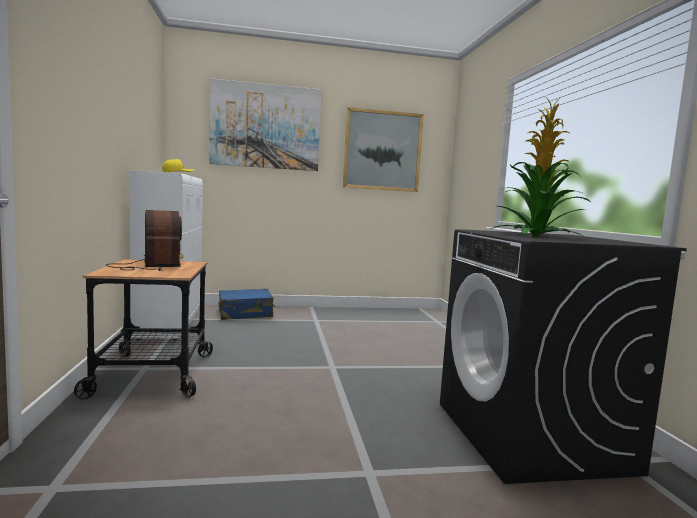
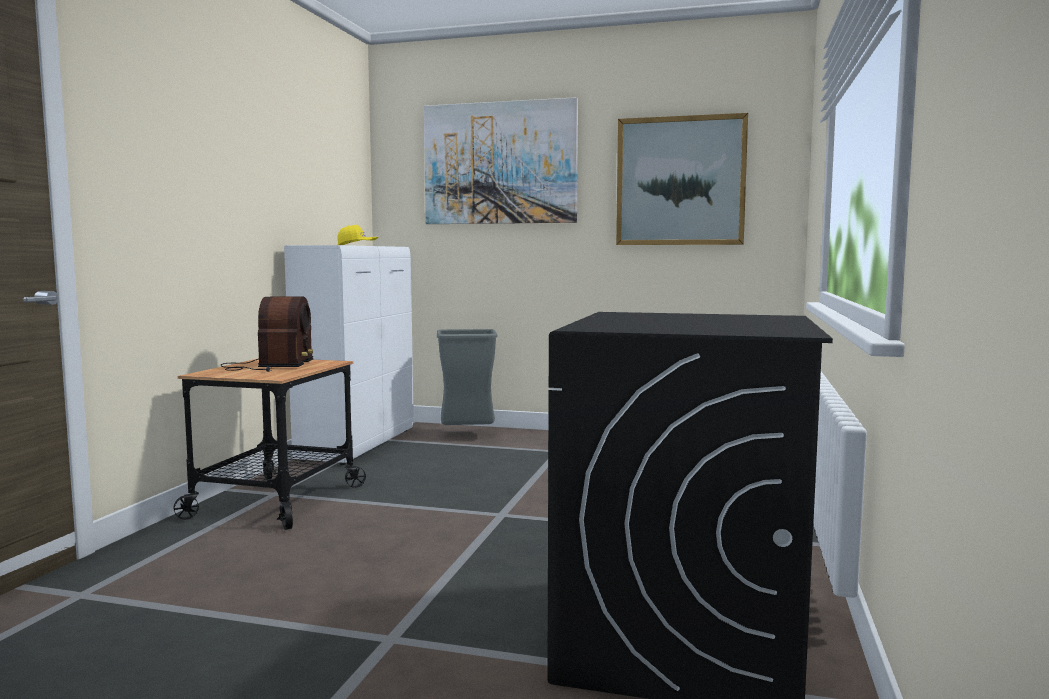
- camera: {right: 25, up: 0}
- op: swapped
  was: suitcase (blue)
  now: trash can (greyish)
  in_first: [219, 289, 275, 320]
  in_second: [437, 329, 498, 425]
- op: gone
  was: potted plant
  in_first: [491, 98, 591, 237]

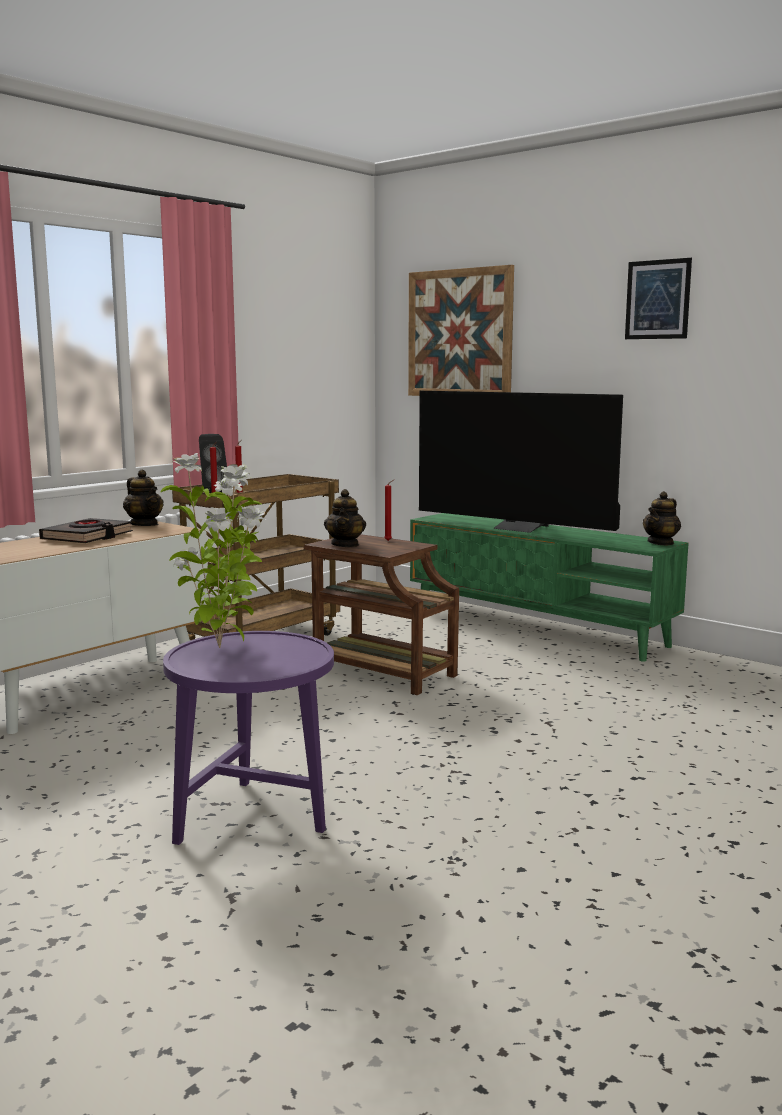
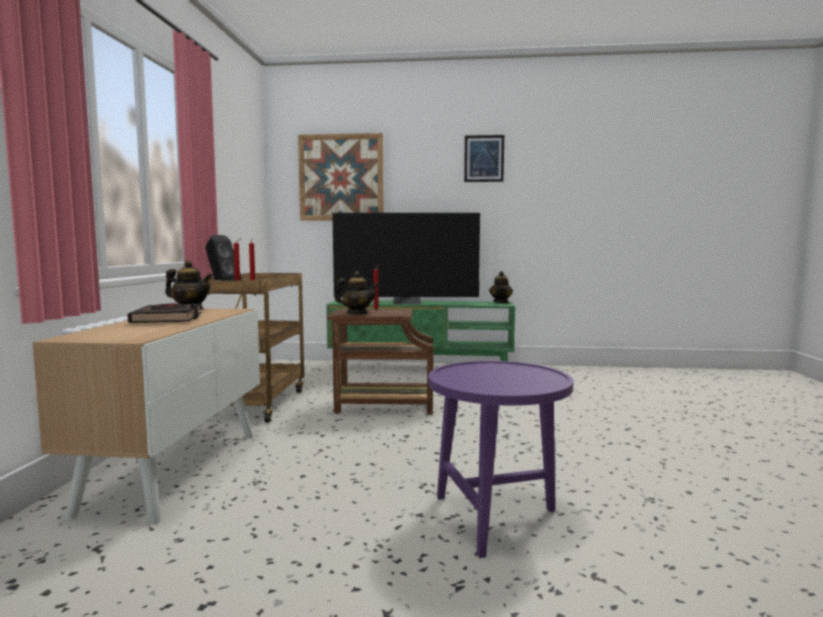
- camera: {right: -35, up: -5}
- op: rotated
  was: tea pot
  in_first: [324, 489, 366, 547]
  in_second: [335, 271, 379, 314]
  clockwise: -45
- op: gone
  was: potted plant
  in_first: [161, 453, 266, 648]

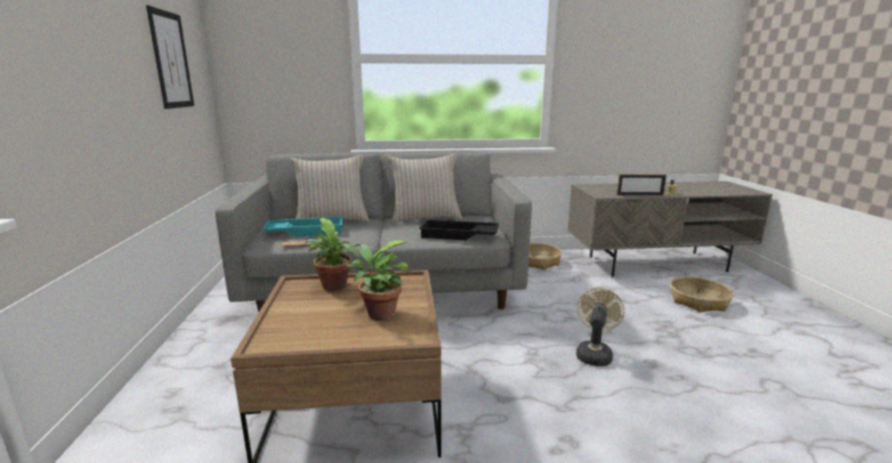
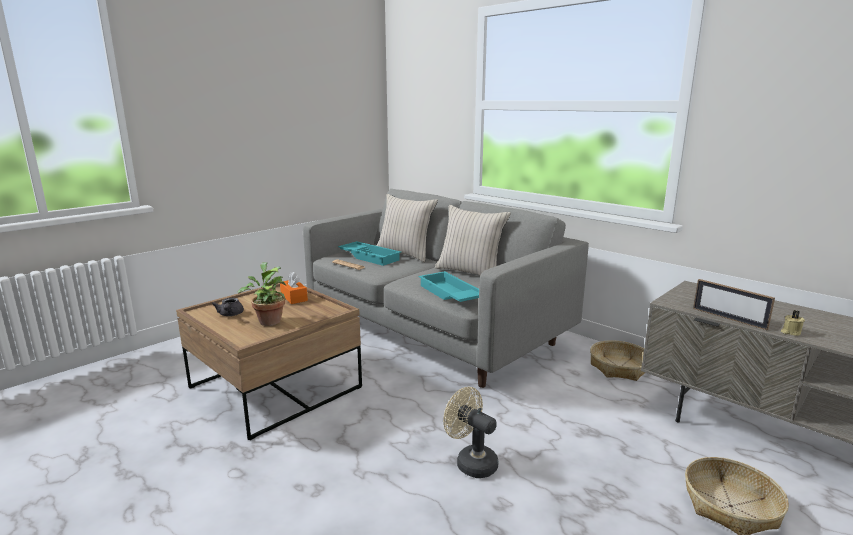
- camera: {right: 50, up: 0}
- op: new
  now: tea pot (greyish)
  in_second: [212, 298, 244, 316]
- op: swapped
  was: potted plant
  now: box of tissues (orange-coloured)
  in_first: [305, 218, 361, 291]
  in_second: [280, 272, 308, 304]
- op: repainted
  was: carrying tray (black)
  now: carrying tray (turquoise-coloured)
  in_first: [419, 219, 499, 240]
  in_second: [419, 271, 479, 302]
- op: rotated
  was: cooling fan (beige)
  in_first: [576, 288, 625, 366]
  in_second: [443, 387, 498, 478]
  clockwise: -120
- op: gone
  was: picture
  in_first: [146, 5, 194, 109]

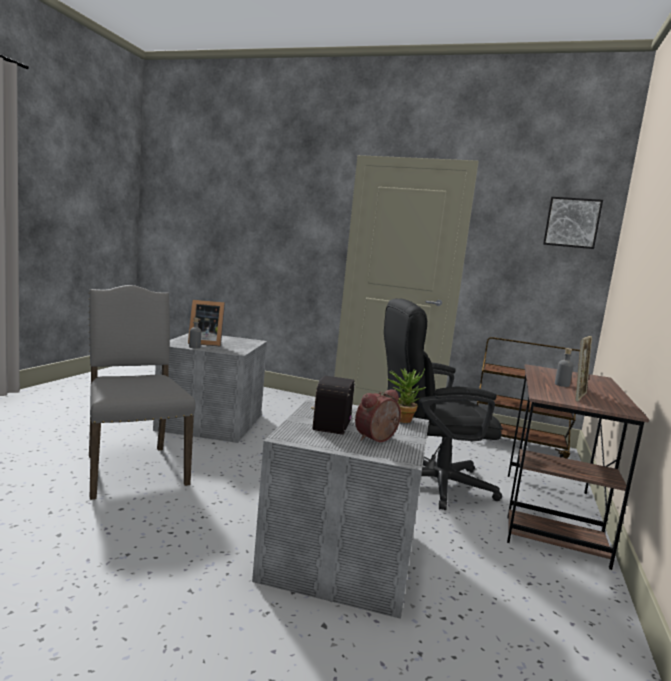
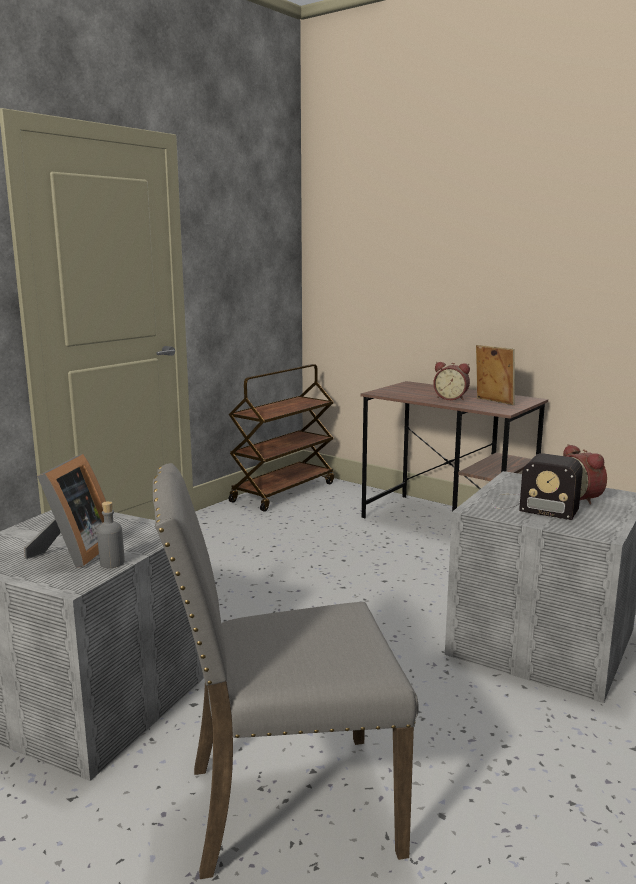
- camera: {right: -70, up: 5}
- op: swapped
  was: bottle (greyish)
  now: bedside clock
  in_first: [555, 348, 573, 387]
  in_second: [433, 362, 470, 401]
- op: gone
  was: office chair (black)
  in_first: [384, 298, 503, 510]
- op: gone
  was: potted plant
  in_first: [388, 368, 426, 423]
- op: gone
  was: picture
  in_first: [543, 197, 603, 249]

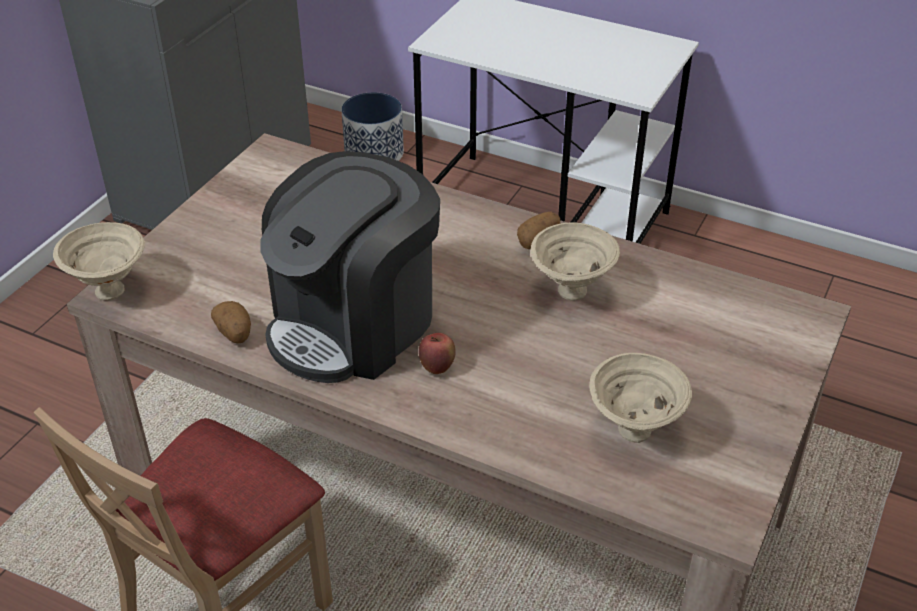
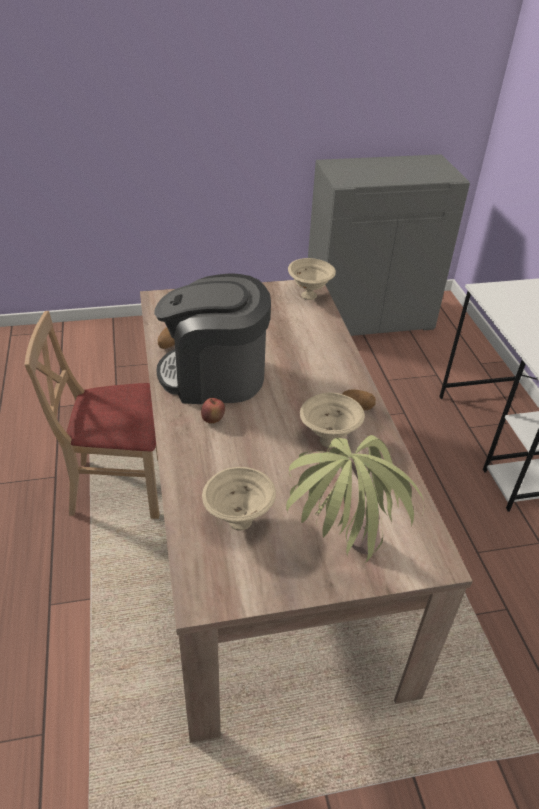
- camera: {right: 50, up: 0}
- op: new
  now: potted plant
  in_second: [286, 435, 424, 564]
- op: shifted
  was: deep dish (beige)
  in_first: [53, 222, 145, 301]
  in_second: [288, 258, 336, 300]
- op: gone
  was: planter
  in_first: [341, 92, 404, 161]

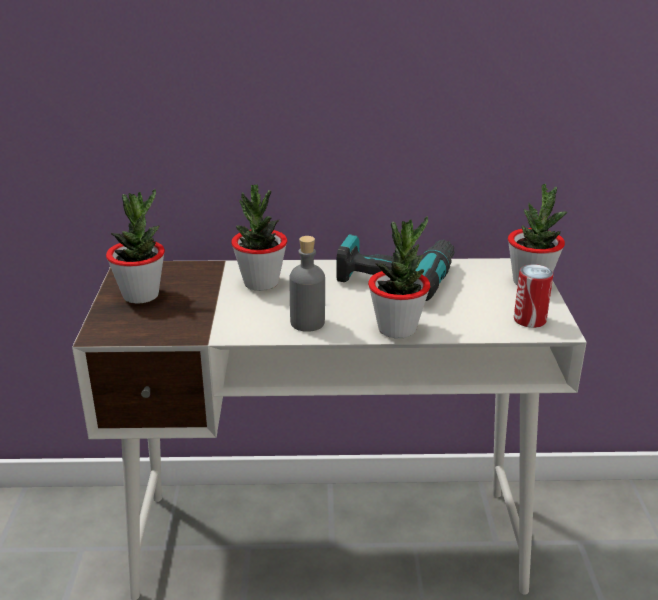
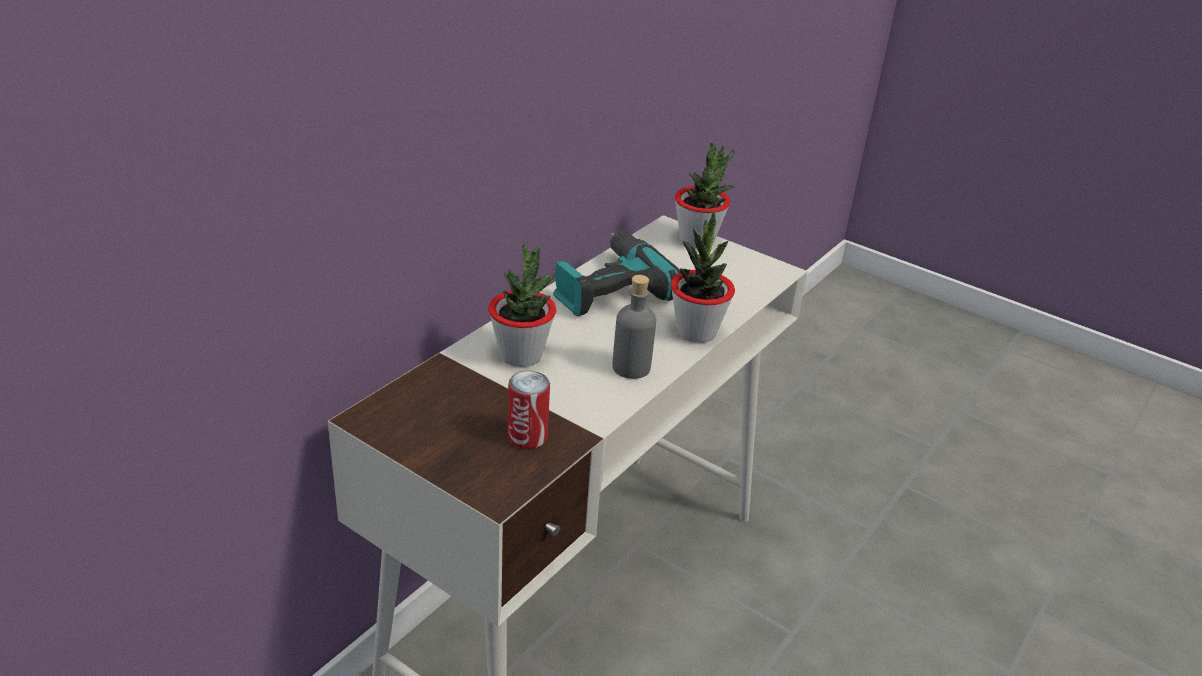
- camera: {right: -55, up: 5}
- op: shifted
  was: sealed can
  in_first: [514, 264, 554, 328]
  in_second: [507, 371, 550, 449]
- op: gone
  was: potted plant
  in_first: [106, 189, 165, 304]

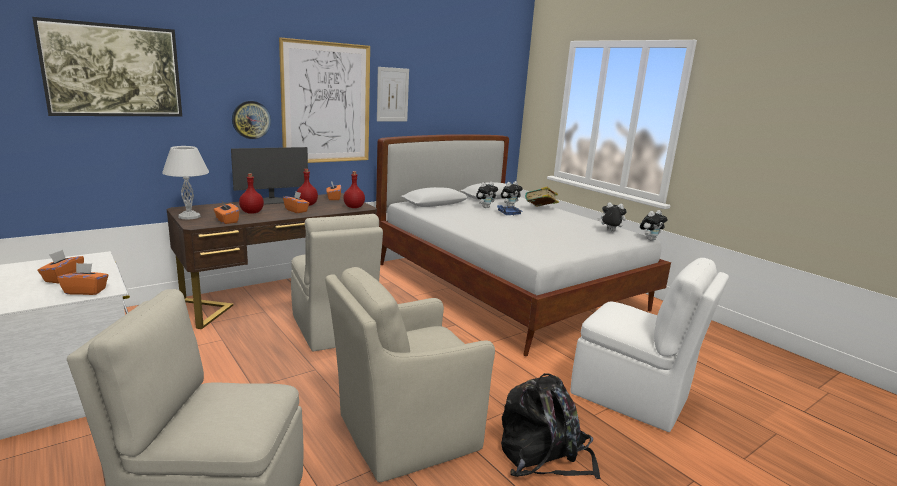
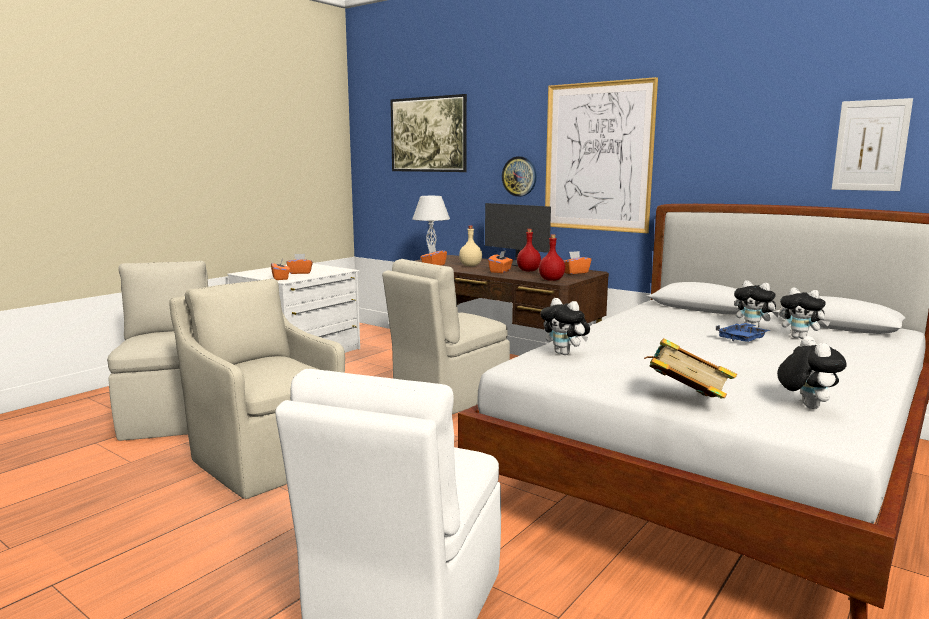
- camera: {right: 75, up: -5}
- op: repainted
  was: bottle (red-coloured)
  now: bottle (beige)
  in_first: [239, 174, 264, 214]
  in_second: [459, 226, 482, 266]
- op: shifted
  was: soft toy
  in_first: [640, 210, 668, 241]
  in_second: [540, 298, 590, 355]
- op: shifted
  was: volume
  in_first: [525, 187, 559, 207]
  in_second: [644, 338, 737, 398]
- op: shifted
  was: picture
  in_first: [377, 67, 409, 121]
  in_second: [832, 98, 913, 191]
- op: gone
  was: backpack (black)
  in_first: [501, 373, 601, 479]

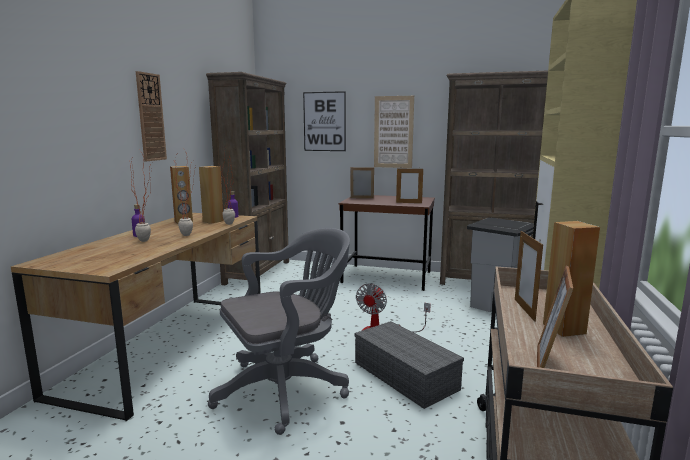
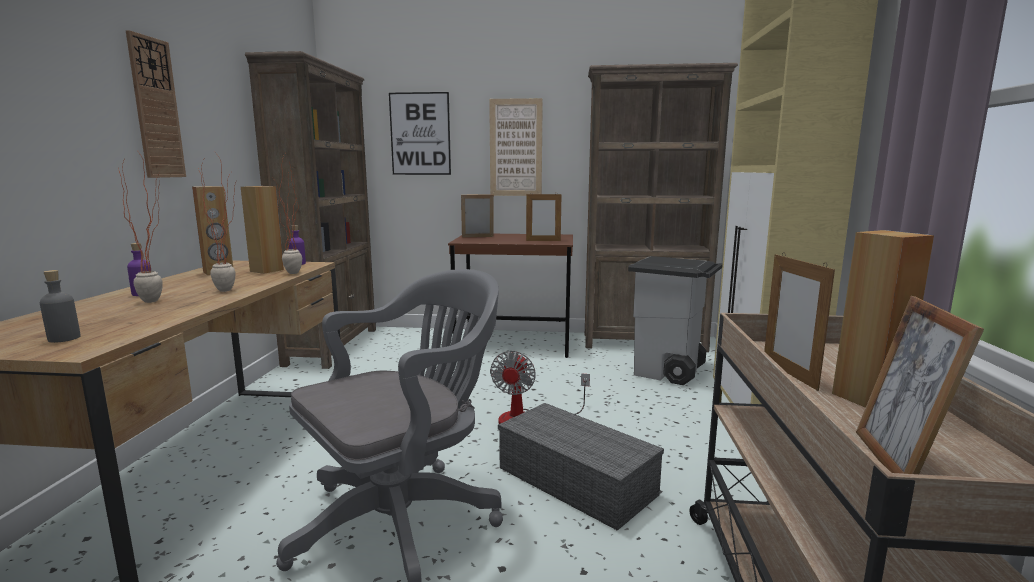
- camera: {right: -10, up: 0}
- op: new
  now: bottle (greyish)
  in_second: [40, 270, 81, 343]

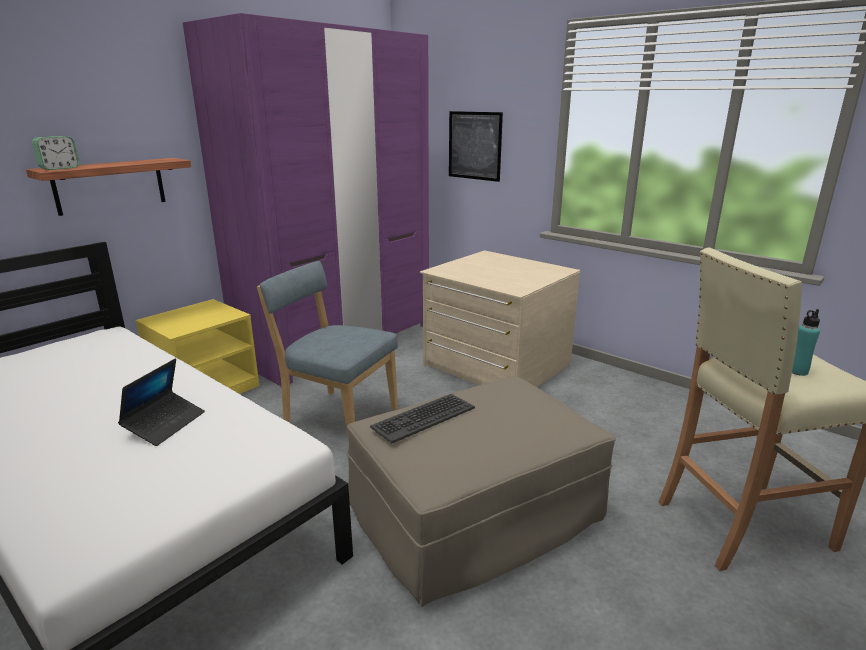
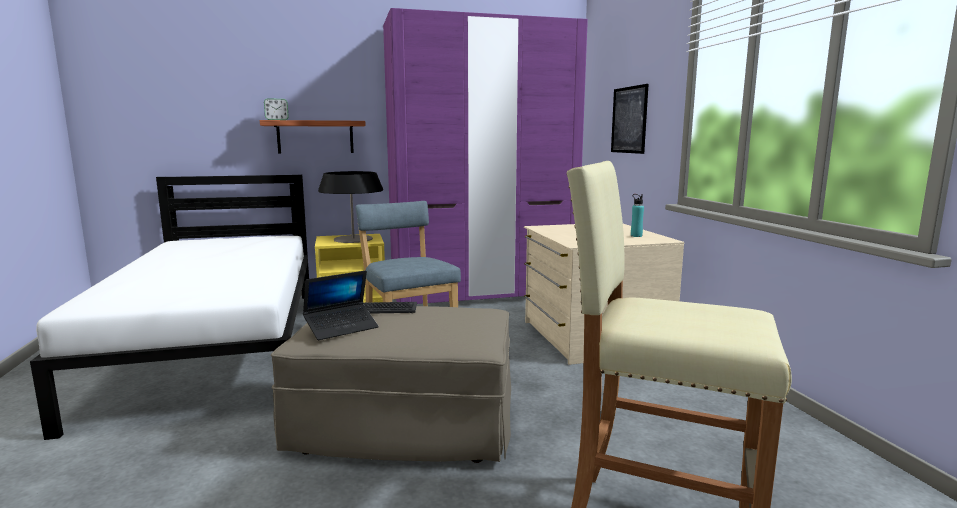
- camera: {right: 35, up: -10}
- op: shifted
  was: laptop
  in_first: [118, 358, 205, 446]
  in_second: [303, 270, 379, 340]
- op: new
  now: lamp for a table
  in_second: [318, 171, 383, 243]
- op: shifted
  was: bottle (turquoise-coloured)
  in_first: [792, 309, 820, 376]
  in_second: [631, 194, 644, 237]

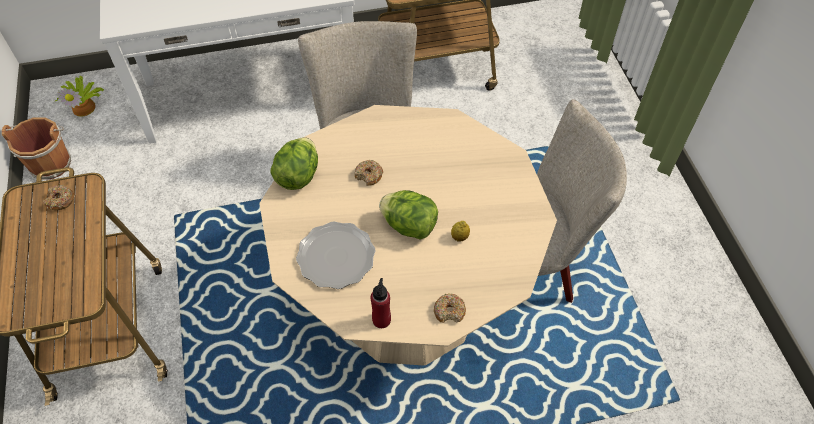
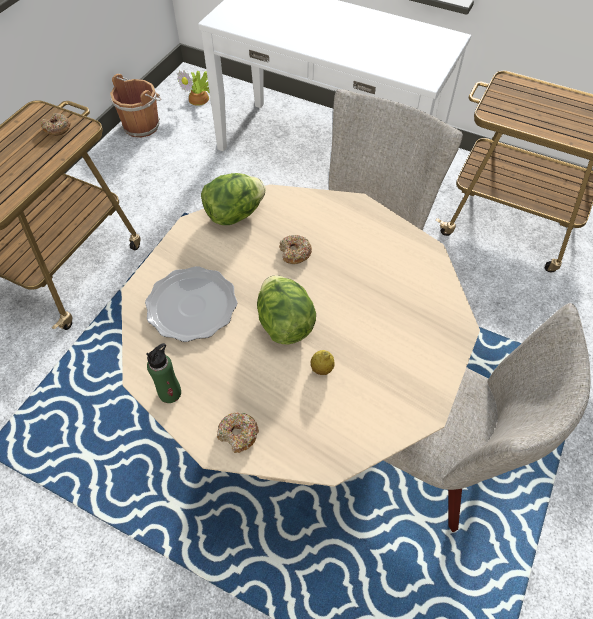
- camera: {right: 40, up: 0}
- op: repainted
  was: bottle (red-coloured)
  now: bottle (green)
  in_first: [370, 278, 391, 328]
  in_second: [147, 343, 181, 403]

